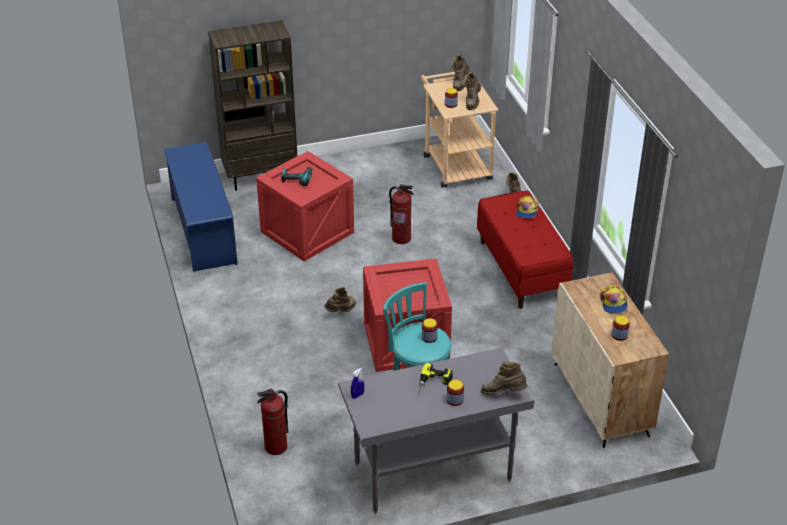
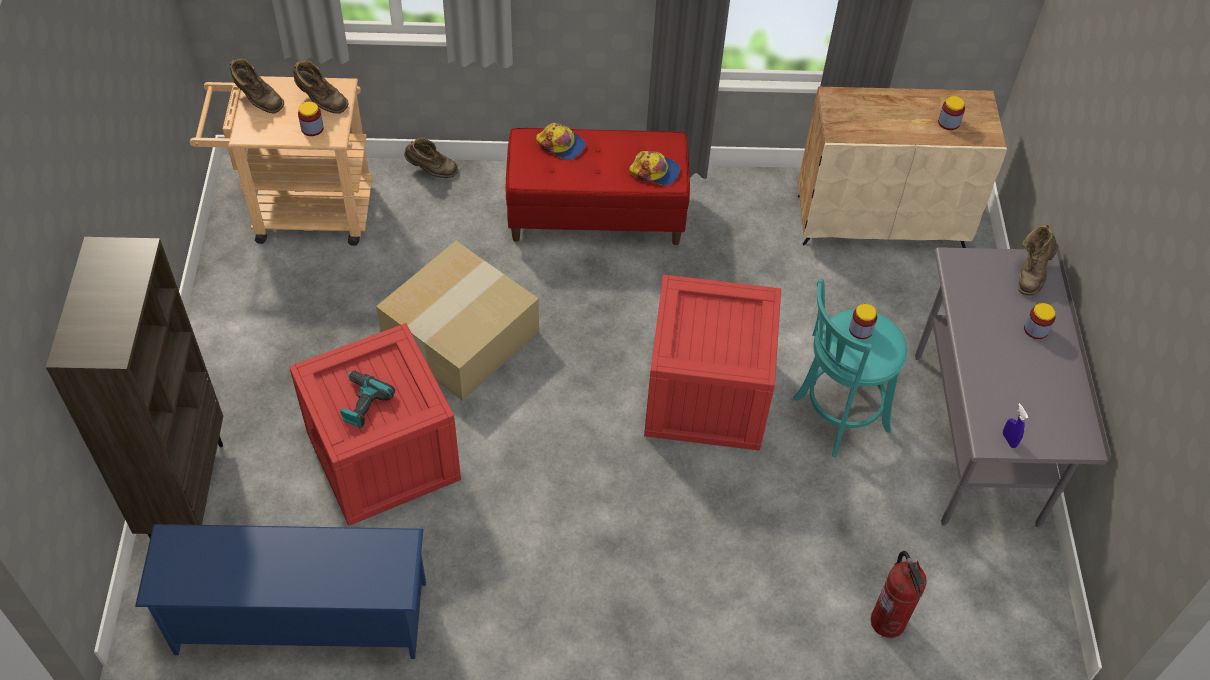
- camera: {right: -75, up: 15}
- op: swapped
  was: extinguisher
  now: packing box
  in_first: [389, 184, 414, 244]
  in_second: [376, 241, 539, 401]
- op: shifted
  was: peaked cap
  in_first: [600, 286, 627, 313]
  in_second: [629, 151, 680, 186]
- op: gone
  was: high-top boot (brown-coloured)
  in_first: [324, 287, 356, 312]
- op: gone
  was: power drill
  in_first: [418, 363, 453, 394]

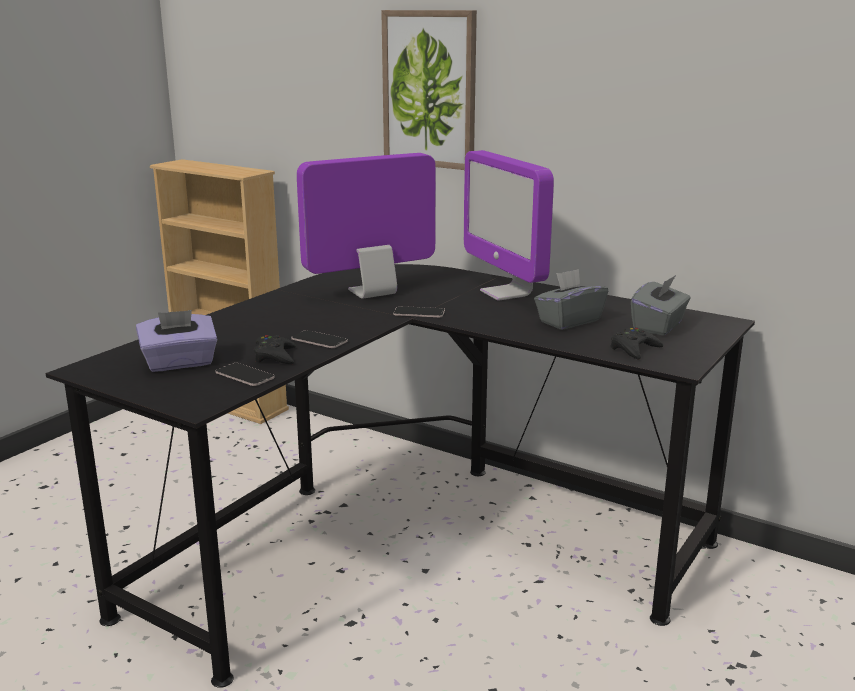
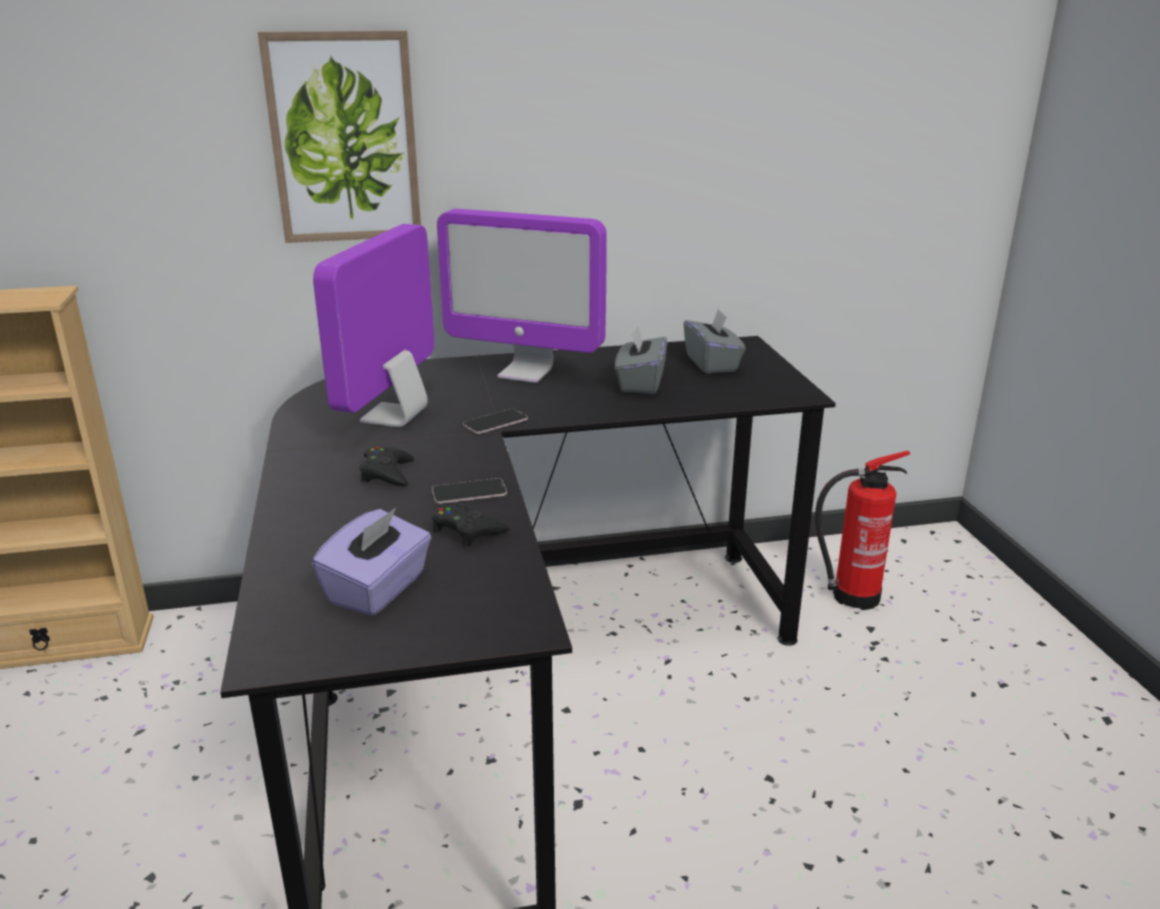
- camera: {right: -45, up: 5}
- op: shifted
  was: gamepad (black)
  in_first: [610, 328, 663, 359]
  in_second: [359, 446, 414, 486]
- op: new
  now: extinguisher
  in_second: [815, 451, 910, 610]
- op: gone
  was: phone
  in_first: [216, 363, 275, 386]

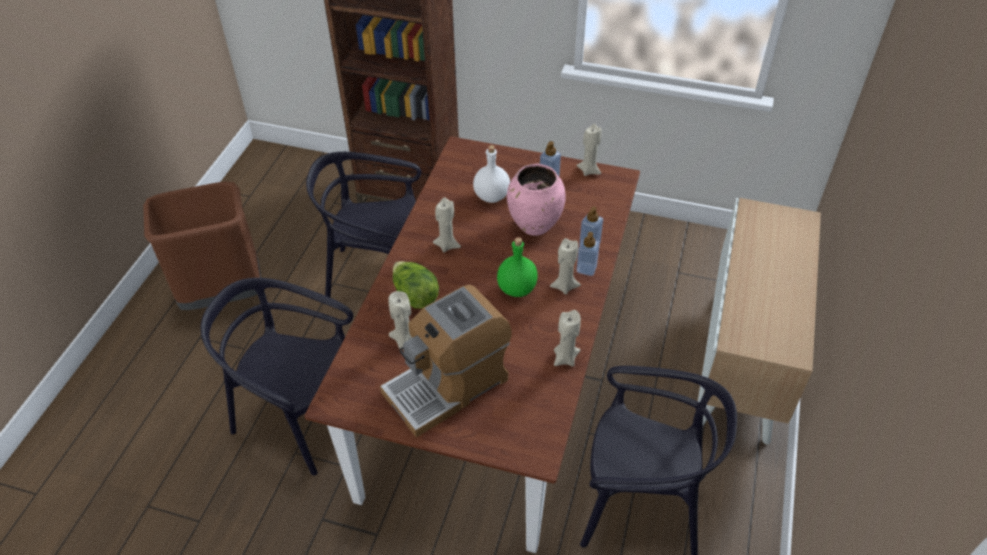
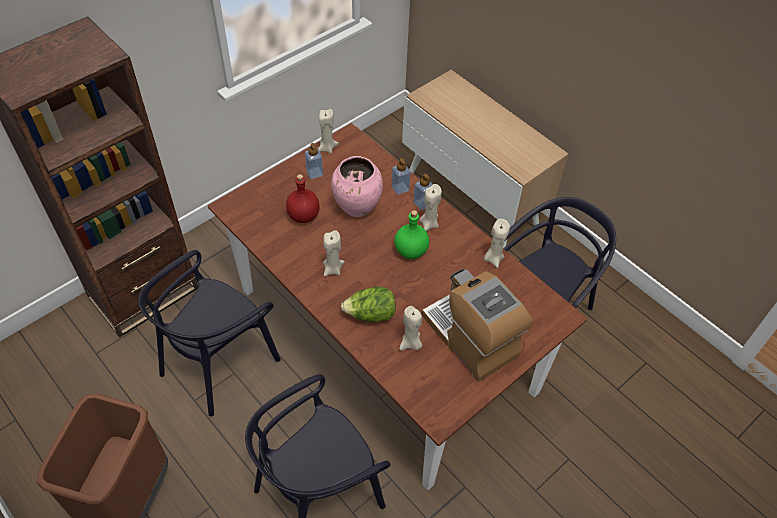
- camera: {right: -60, up: 5}
- op: repainted
  was: bottle (white)
  now: bottle (red-coloured)
  in_first: [473, 145, 510, 203]
  in_second: [286, 174, 320, 223]
- op: rotated
  was: coffee machine
  in_first: [380, 285, 512, 438]
  in_second: [422, 269, 533, 382]
  clockwise: 150

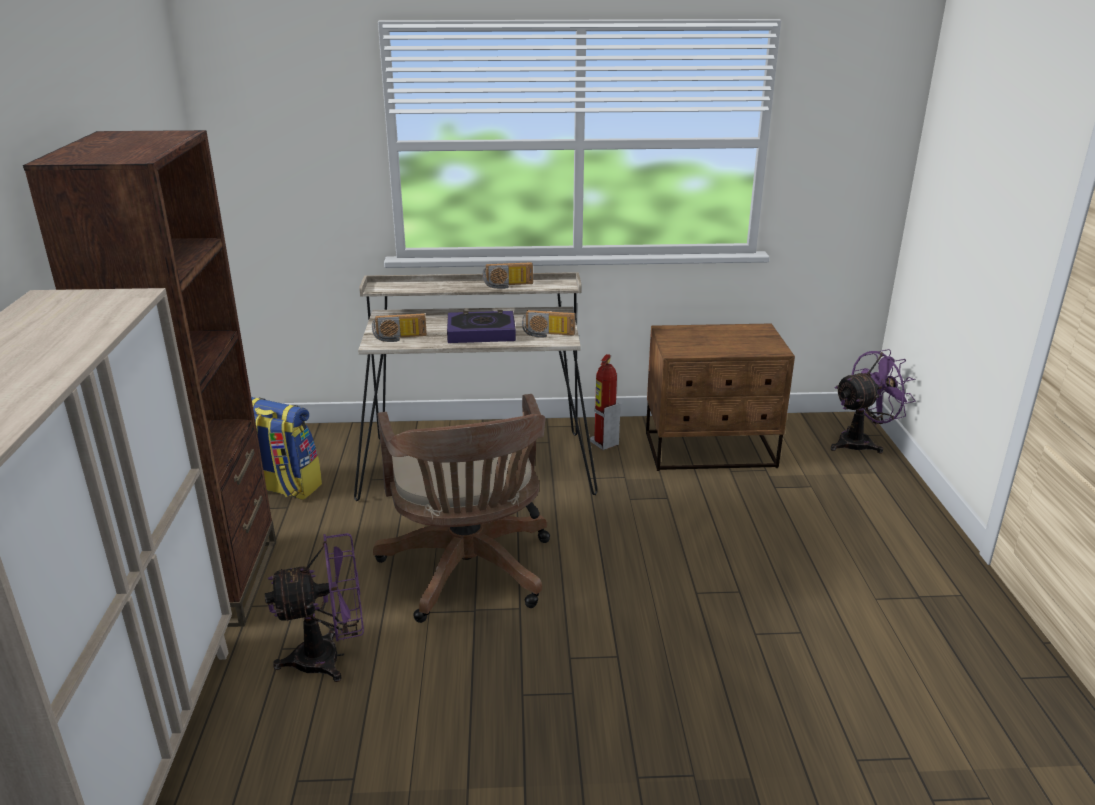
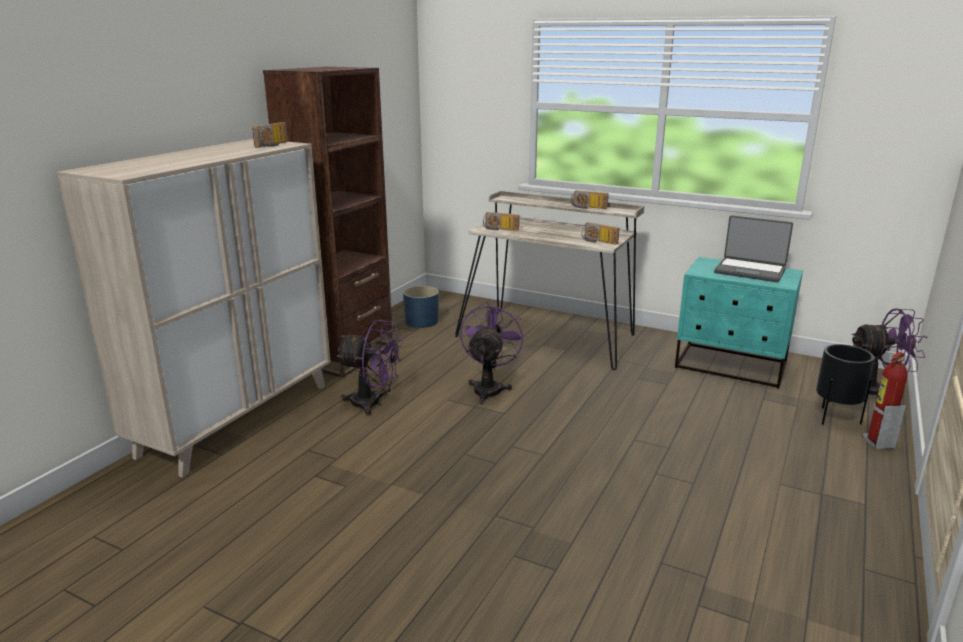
- camera: {right: 30, up: -5}
- op: new
  now: radio set
  in_second: [252, 122, 288, 148]
- op: swapped
  was: backpack
  now: planter (blue)
  in_first: [251, 397, 322, 500]
  in_second: [403, 286, 439, 328]
- op: swapped
  was: office chair (brown-coloured)
  now: cooling fan (purplish)
  in_first: [373, 394, 550, 623]
  in_second: [460, 302, 525, 404]
- op: repainted
  was: nightstand (brown-coloured)
  now: nightstand (turquoise-coloured)
  in_first: [646, 323, 795, 471]
  in_second: [675, 257, 803, 389]
- op: new
  now: laptop
  in_second: [714, 215, 793, 282]
- op: new
  now: planter (black)
  in_second: [816, 344, 875, 425]
- op: shifted
  was: extinguisher
  in_first: [590, 354, 621, 450]
  in_second: [862, 352, 907, 449]
- op: gone
  was: volume
  in_first: [447, 310, 516, 343]

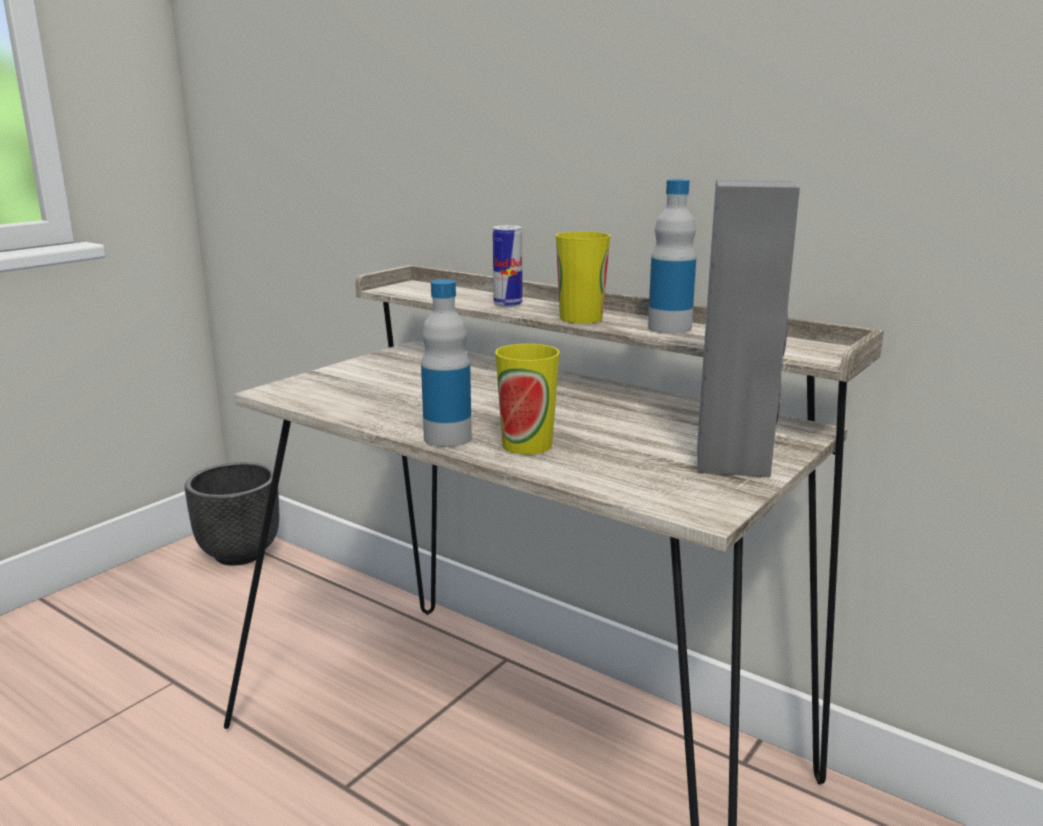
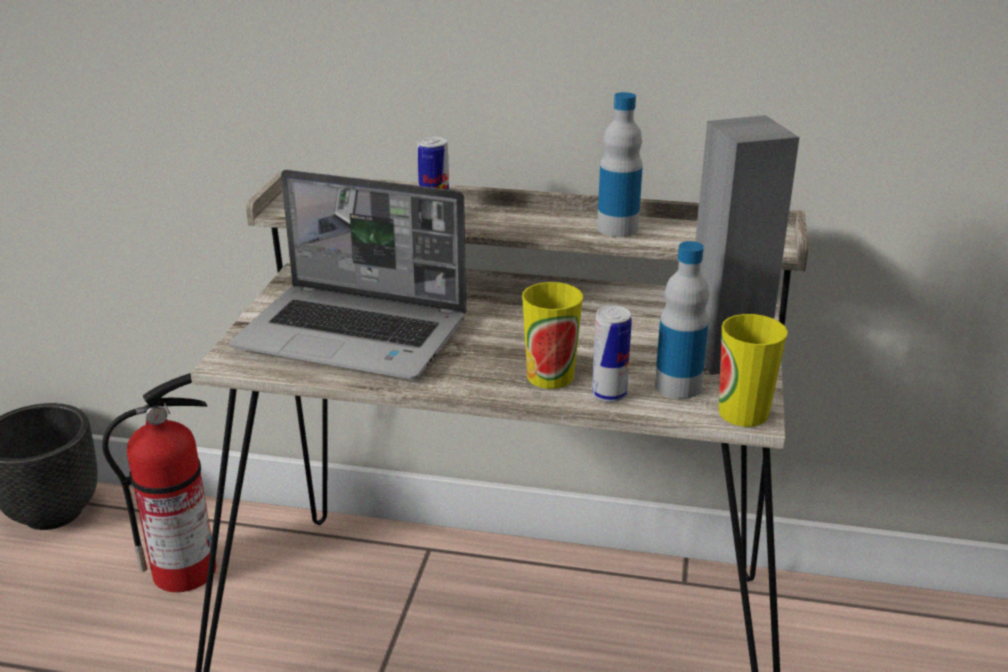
- camera: {right: -25, up: 10}
- op: new
  now: extinguisher
  in_second: [102, 373, 216, 592]
- op: new
  now: laptop
  in_second: [229, 170, 466, 379]
- op: new
  now: sealed can
  in_second: [592, 305, 632, 403]
- op: shifted
  was: bottle
  in_first: [421, 279, 472, 447]
  in_second: [655, 241, 709, 399]
- op: shifted
  was: drinking cup
  in_first: [556, 231, 611, 324]
  in_second: [719, 314, 788, 427]

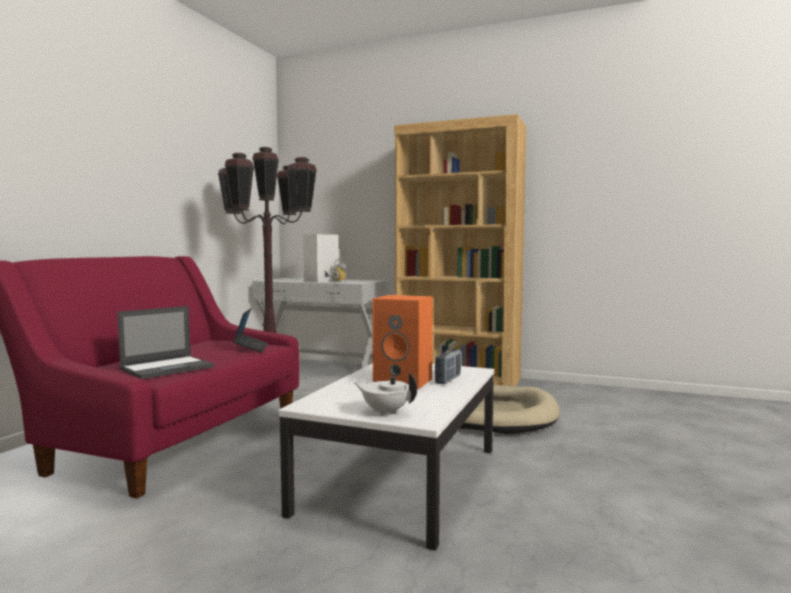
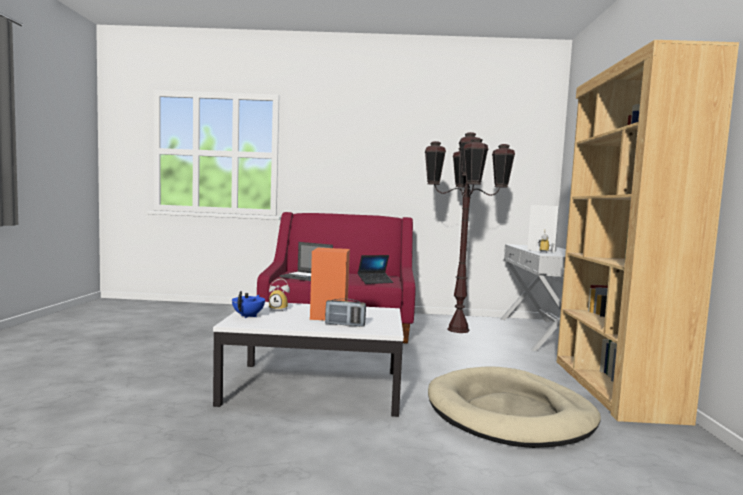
- camera: {right: 70, up: 0}
- op: repainted
  was: tea pot (white)
  now: tea pot (blue)
  in_first: [354, 373, 417, 416]
  in_second: [232, 291, 265, 318]
- op: new
  now: bedside clock
  in_second: [269, 279, 290, 311]

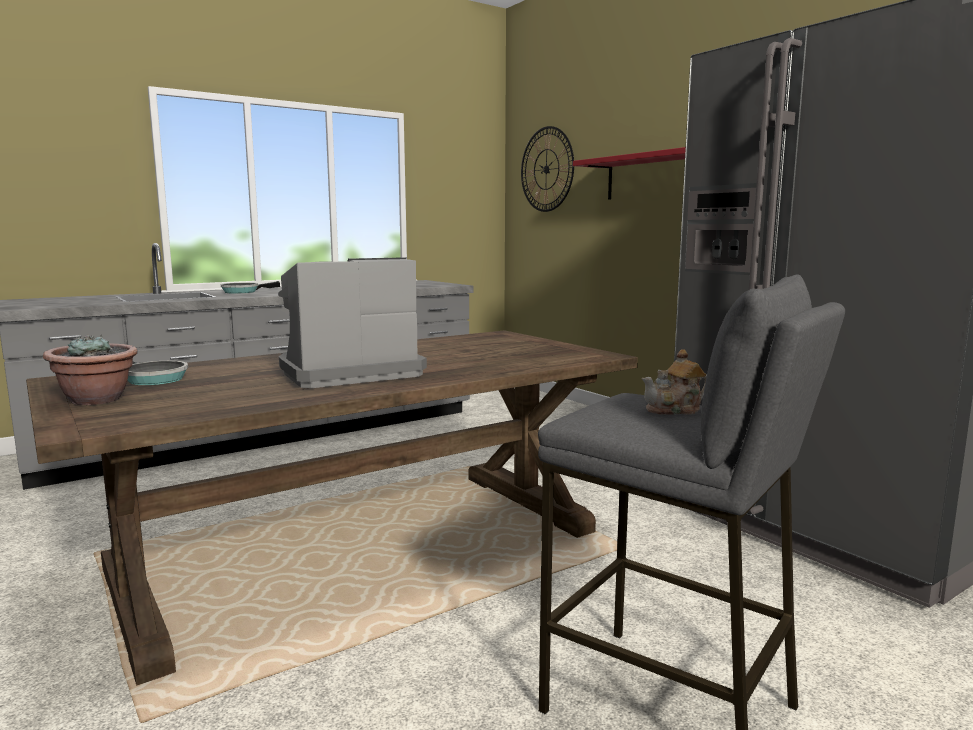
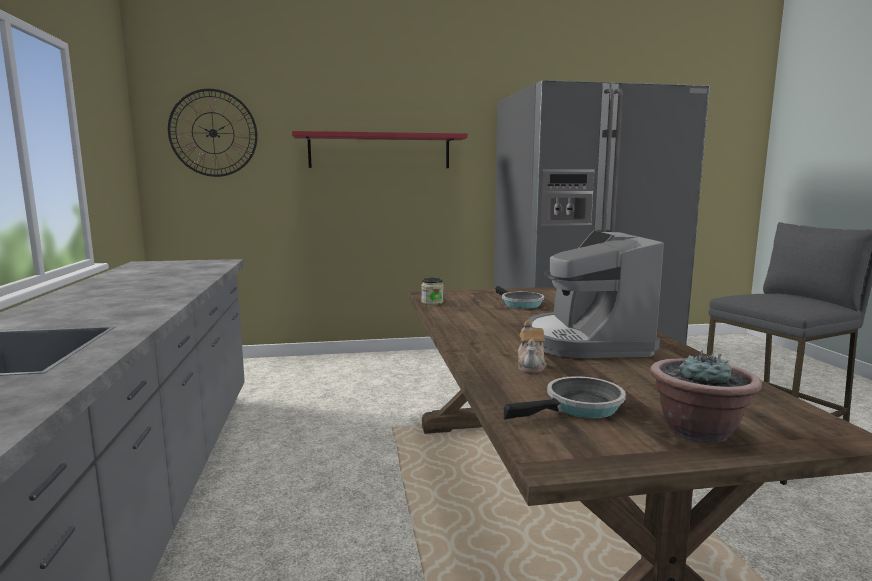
- camera: {right: -65, up: 0}
- op: new
  now: preserve jar
  in_second: [421, 278, 444, 305]
- op: shifted
  was: skillet
  in_first: [221, 281, 280, 293]
  in_second: [495, 286, 544, 309]
- op: shifted
  was: tea pot
  in_first: [642, 349, 707, 415]
  in_second: [518, 320, 547, 373]

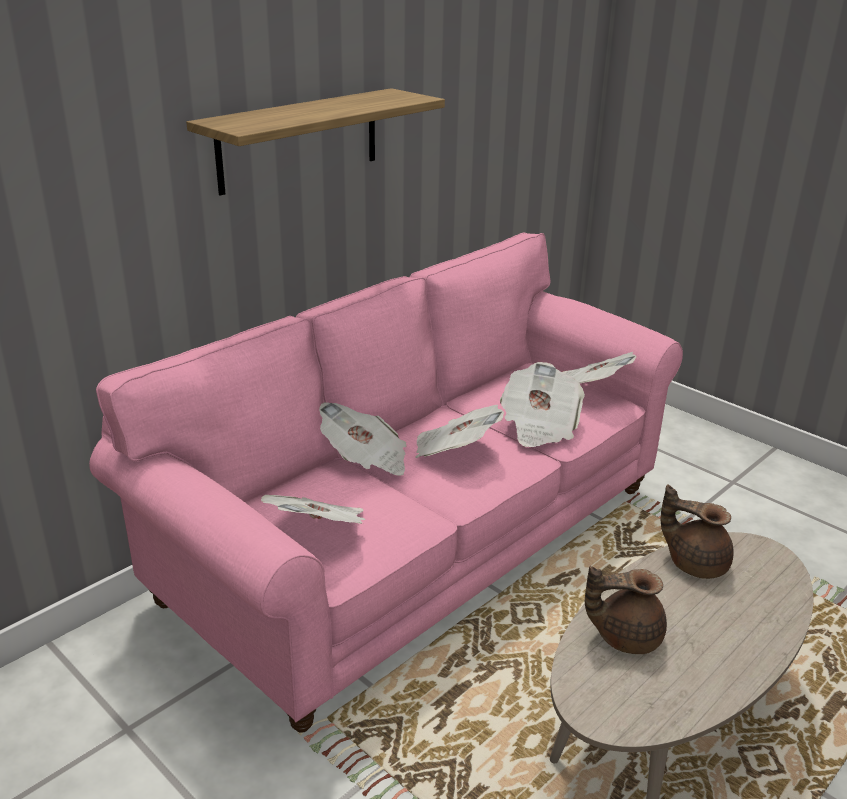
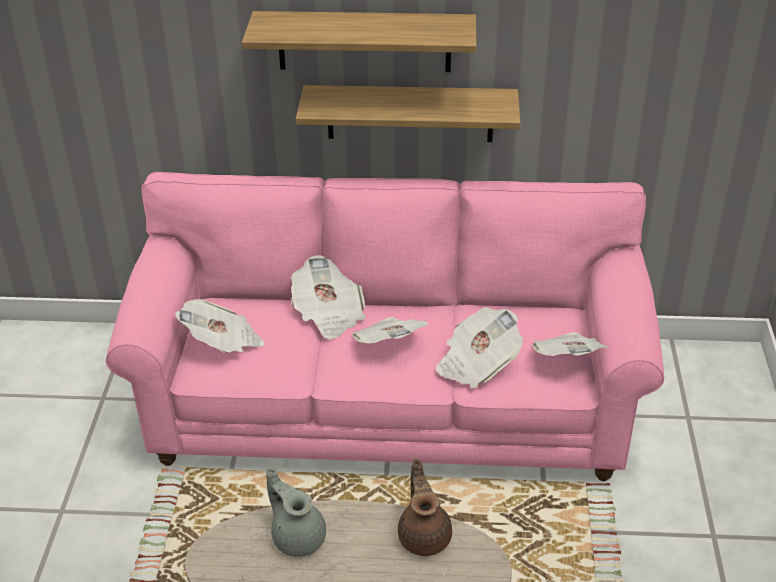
- camera: {right: 50, up: 10}
- op: repainted
  was: tea pot (brown-coloured)
  now: tea pot (greyish)
  in_first: [585, 566, 667, 654]
  in_second: [266, 467, 326, 557]
- op: new
  now: bracket shelf
  in_second: [296, 85, 520, 142]

